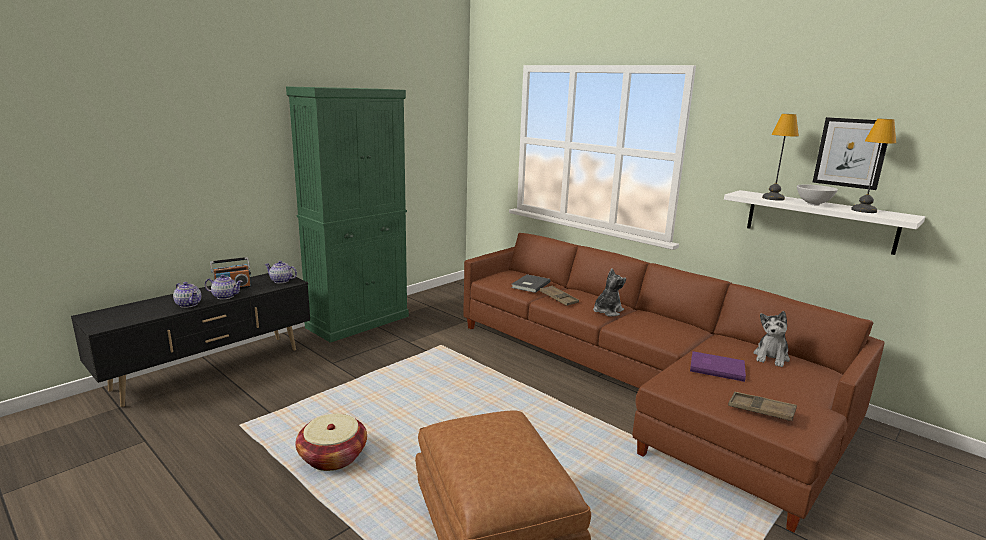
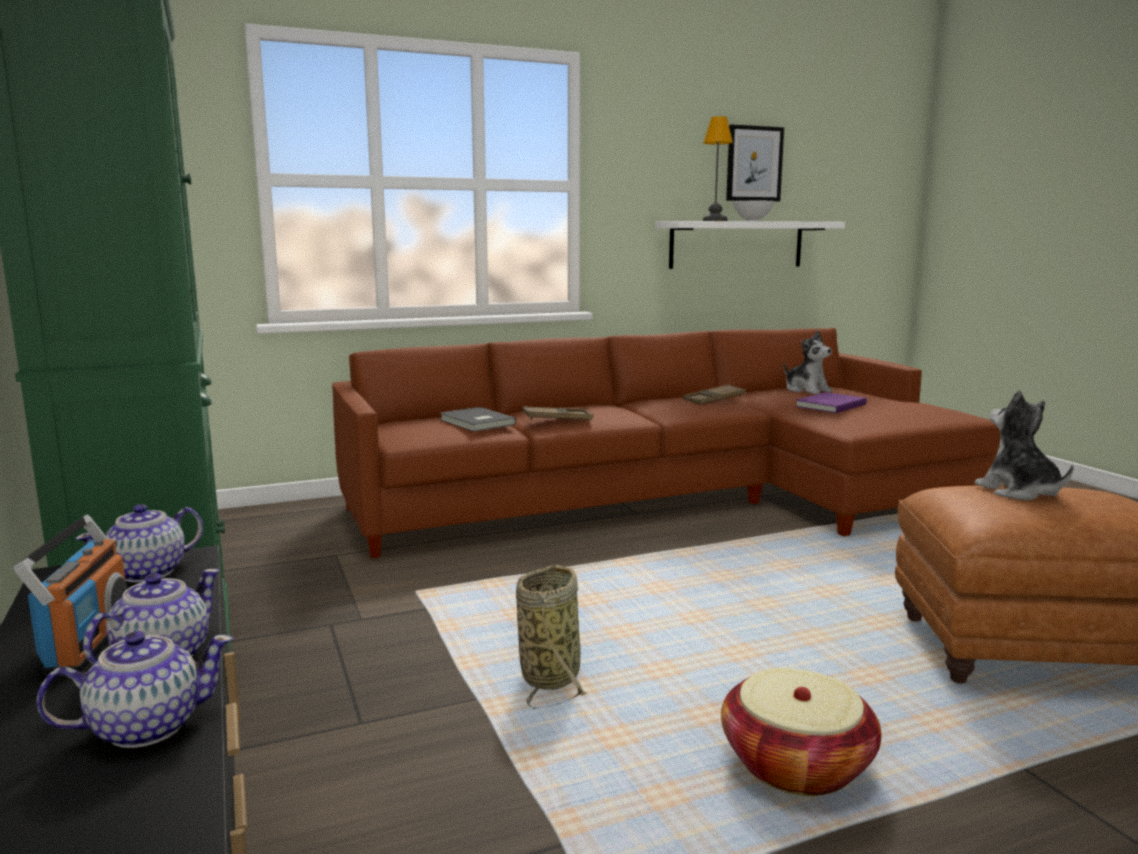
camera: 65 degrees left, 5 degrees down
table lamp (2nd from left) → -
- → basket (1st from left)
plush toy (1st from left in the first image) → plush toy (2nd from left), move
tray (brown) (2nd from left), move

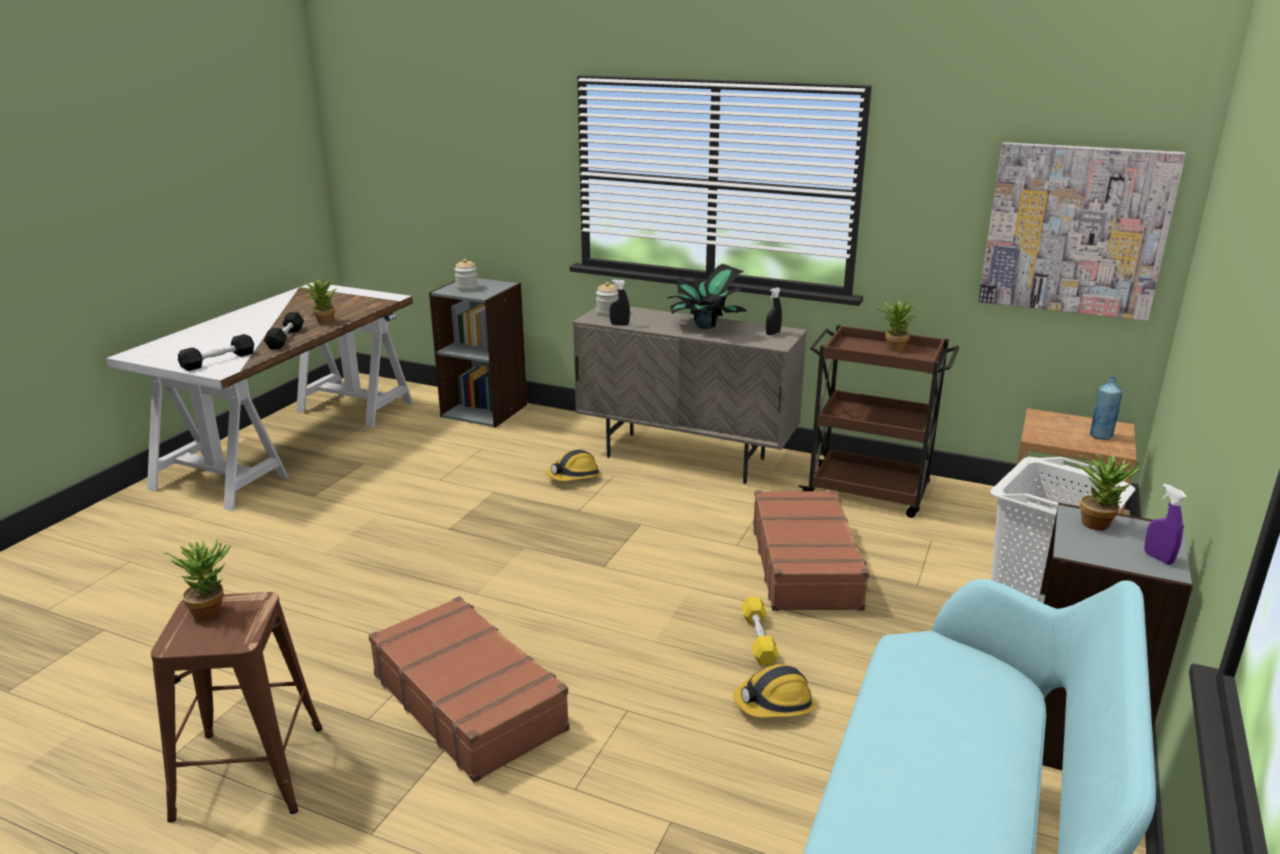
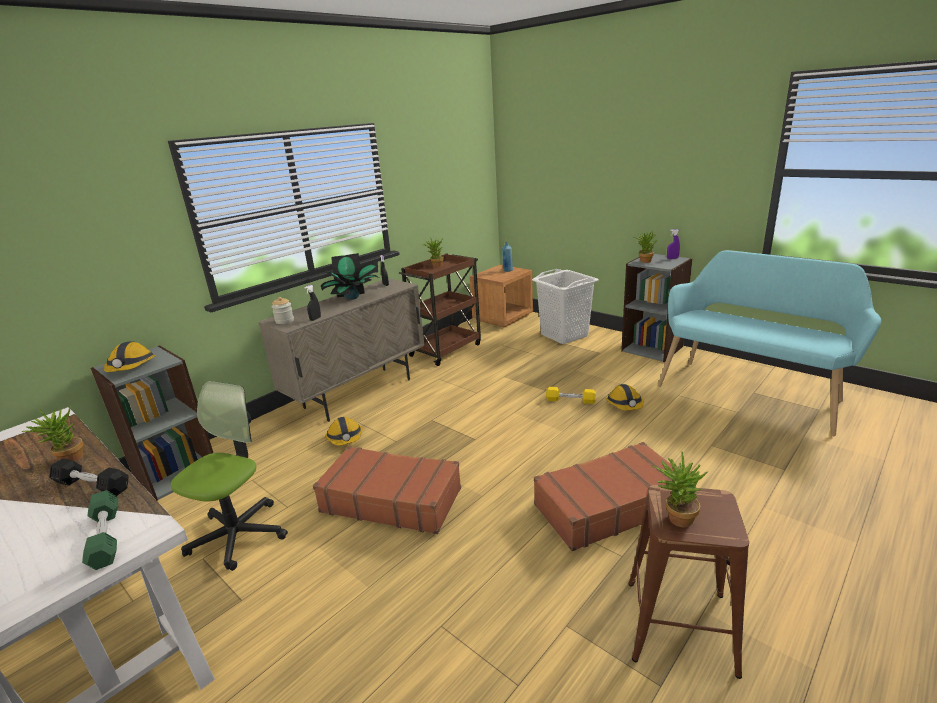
camera: 70 degrees left, 0 degrees up
picture → -
- → office chair
suitcase (brown) (2nd from left in the first image) → suitcase (brown) (1st from left), move
jar (1st from left) → hard hat (1st from left)
dumbbell (black) (1st from left) → dumbbell (green)

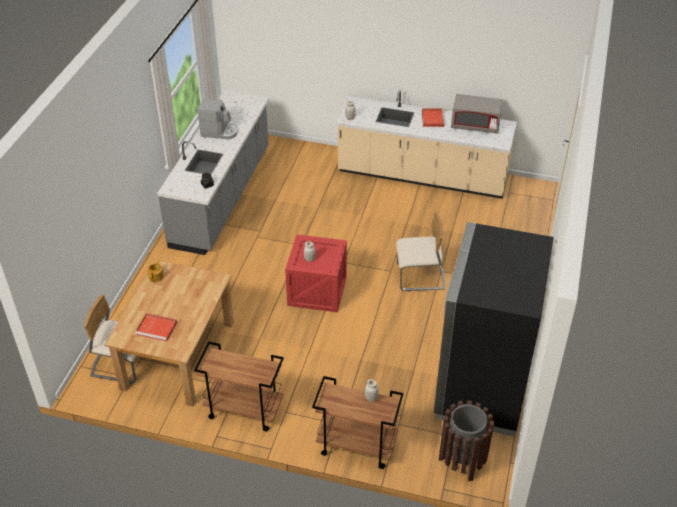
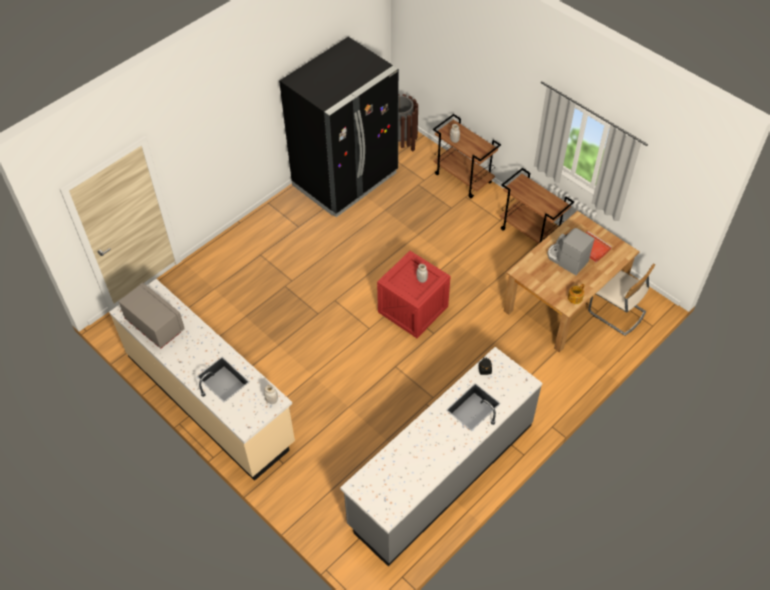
camera: 150 degrees left, 10 degrees up
chair (beige) (2nd from left) → -
tray (red) (2nd from left) → -
coffee machine, move

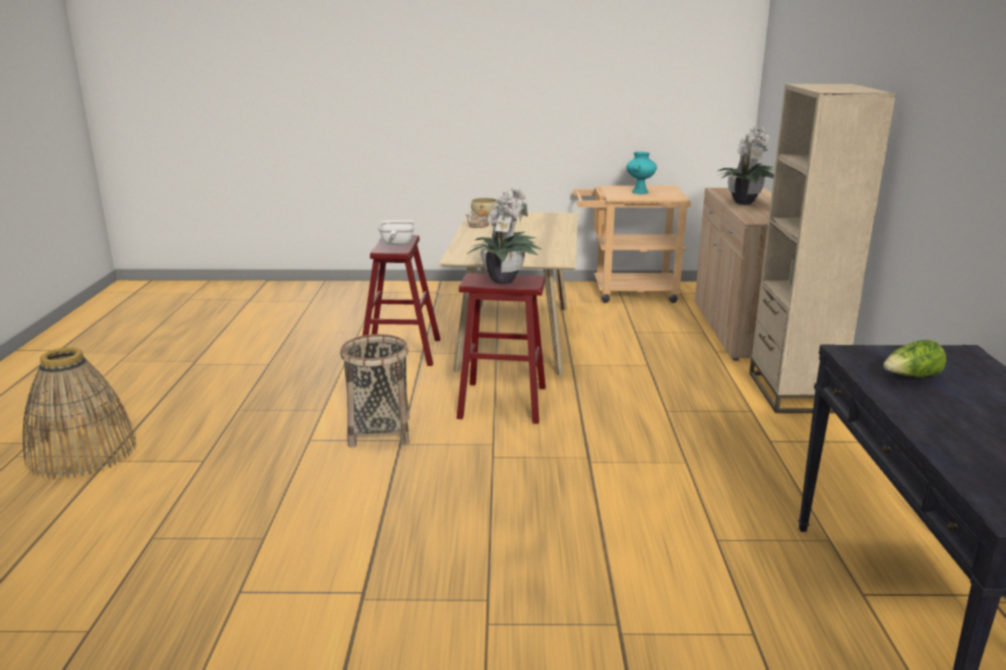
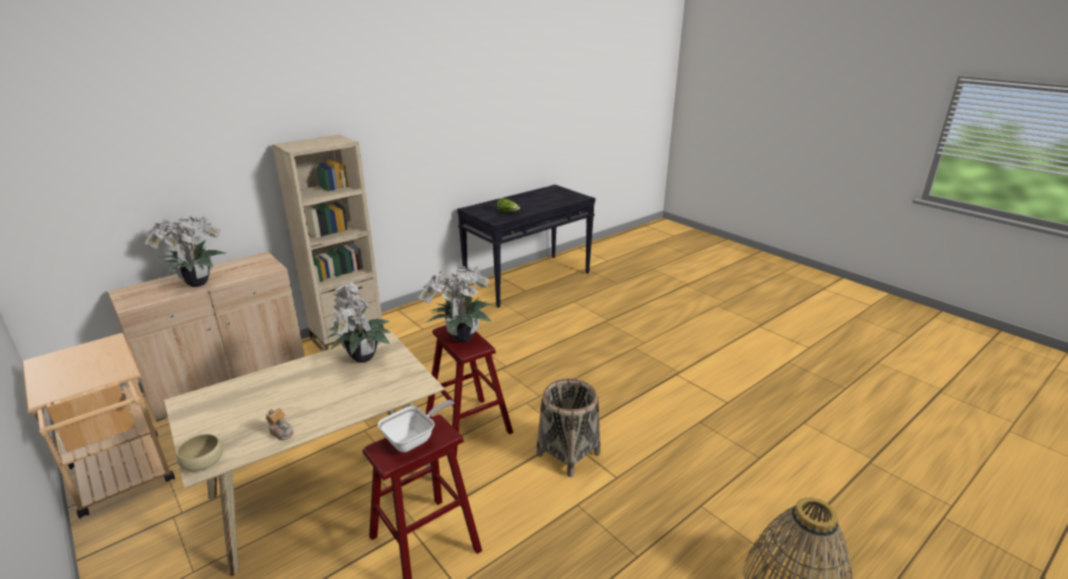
camera: 130 degrees left, 5 degrees up
vase (turquoise) → -
- → potted plant (2nd from left)

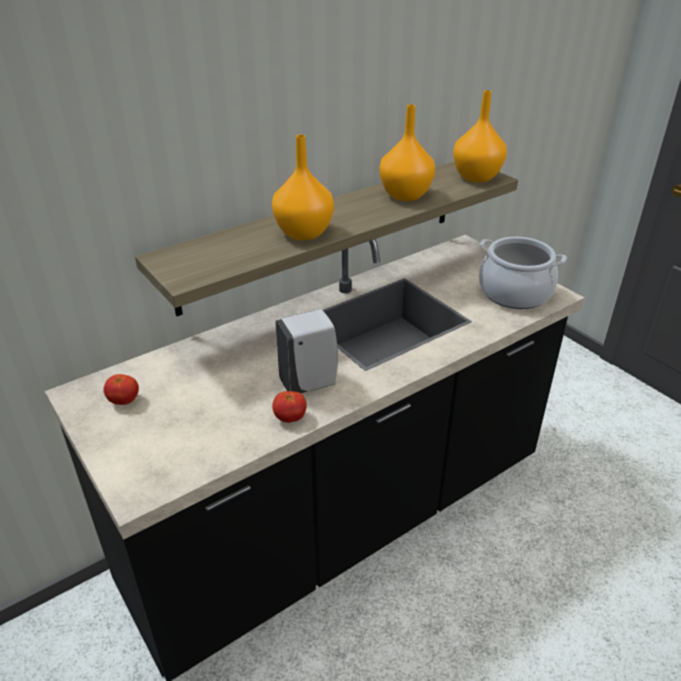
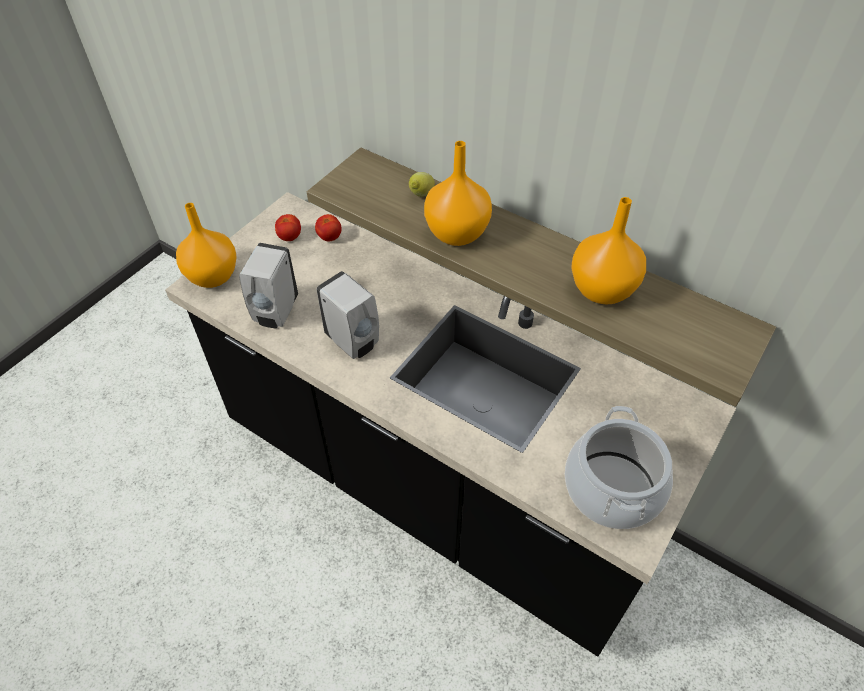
camera: 70 degrees right, 15 degrees up
- → soap dispenser (white) (1st from left)
- → lemon
tomato (2nd from left), move
vase (orange) (3rd from left in the first image) → vase (orange) (1st from left), move

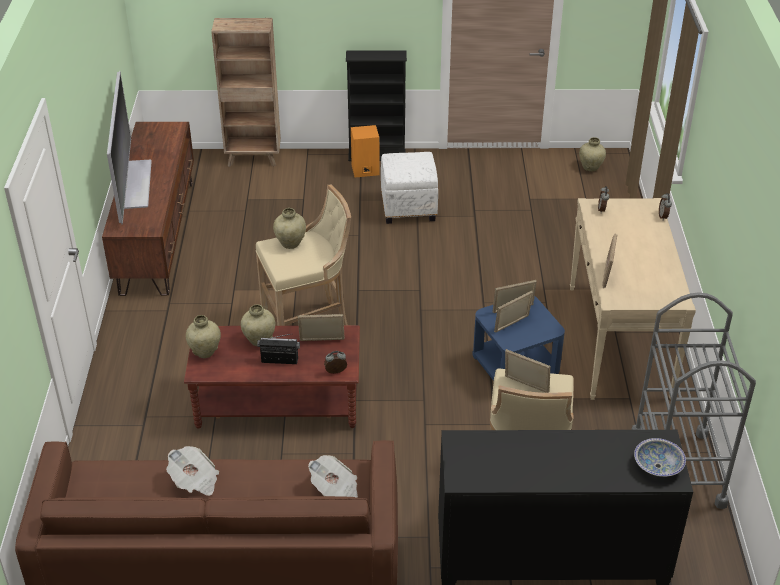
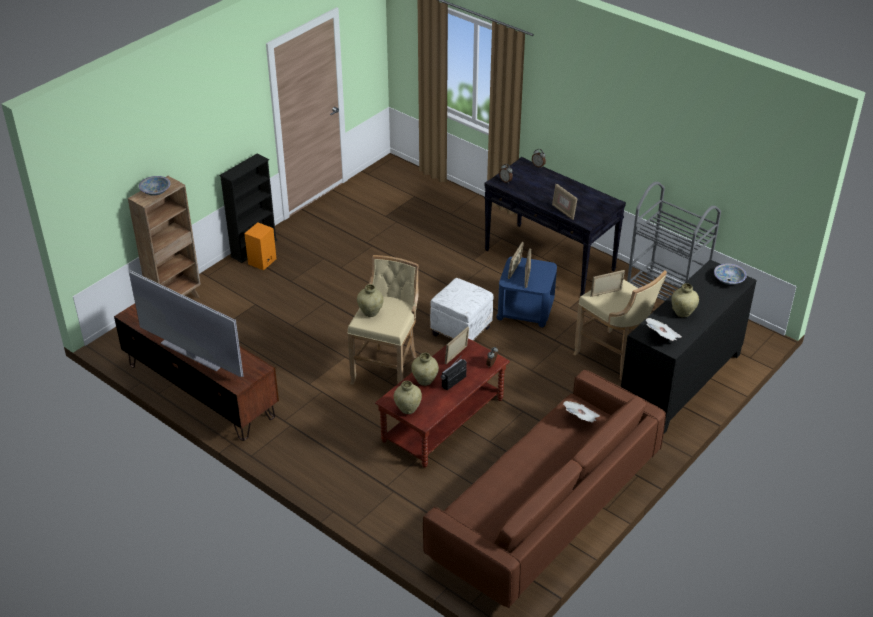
camera: 50 degrees left, 0 degrees up
- → bowl (1st from left)
newspaper (1st from left in the first image) → newspaper (2nd from left), move
ottoman (white), move
vase (beige) (4th from left), move
console table (beige) → console table (black)

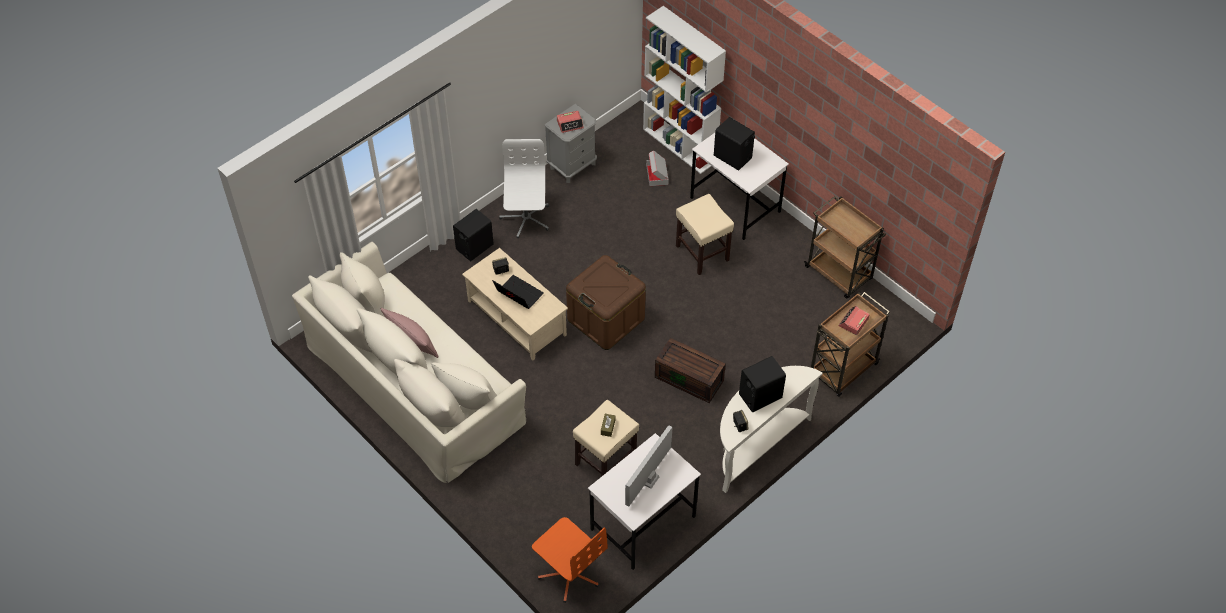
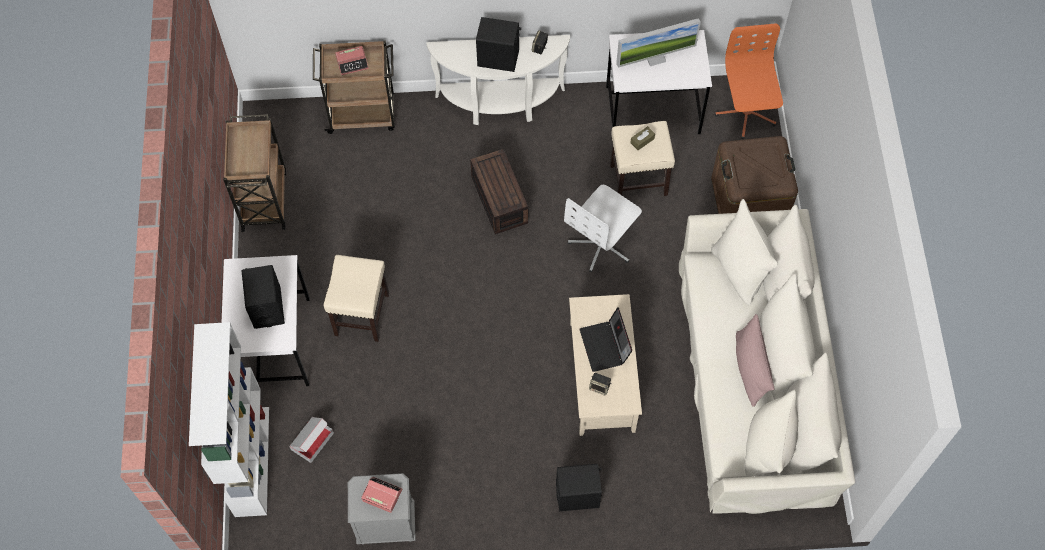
camera: 140 degrees left, 10 degrees up
office chair (white), move
storage box (brown) (1st from left in the first image) → storage box (brown) (2nd from left), move

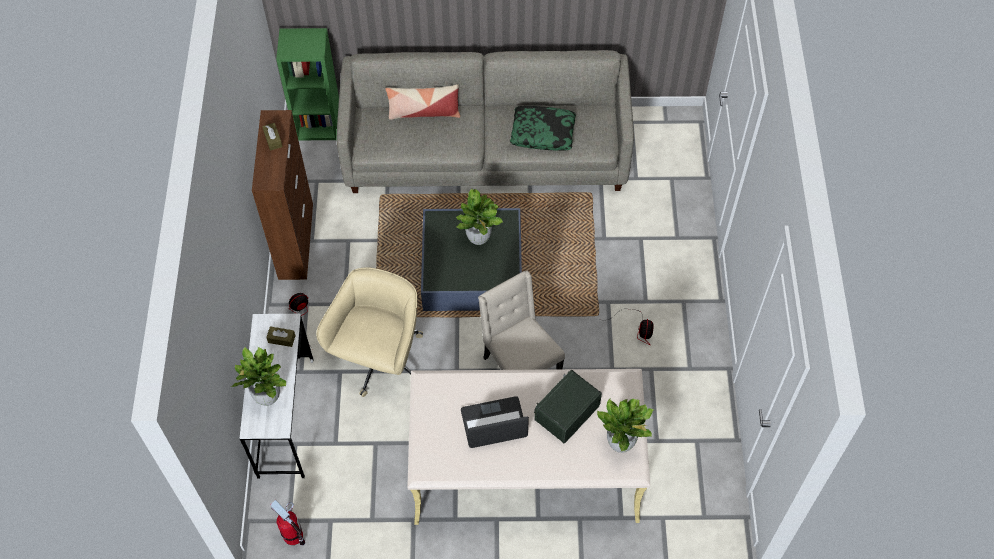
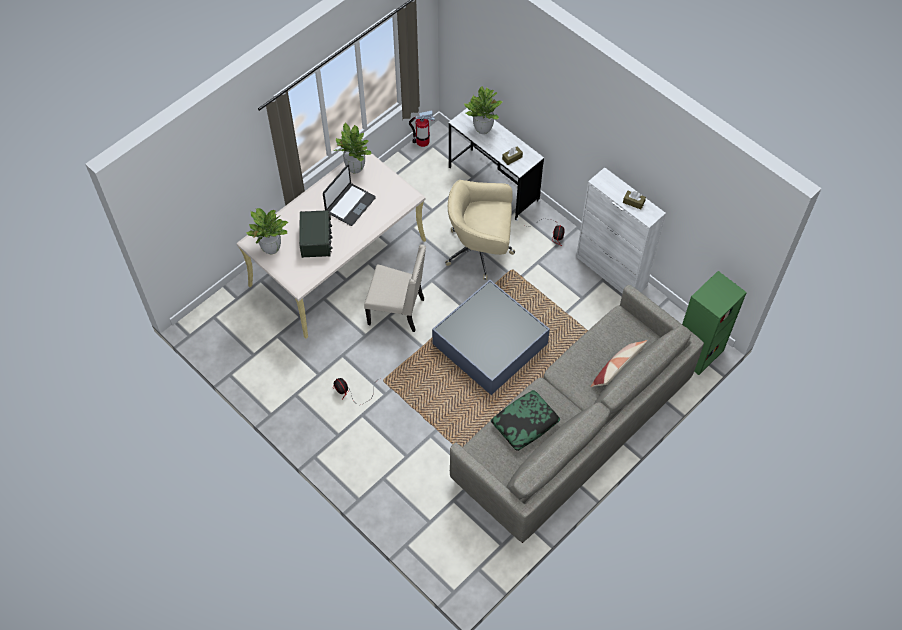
camera: 135 degrees right, 0 degrees up
potted plant (2nd from left), move
cabinet (brown) → cabinet (white)
office chair (beige), 120 degrees clockwise

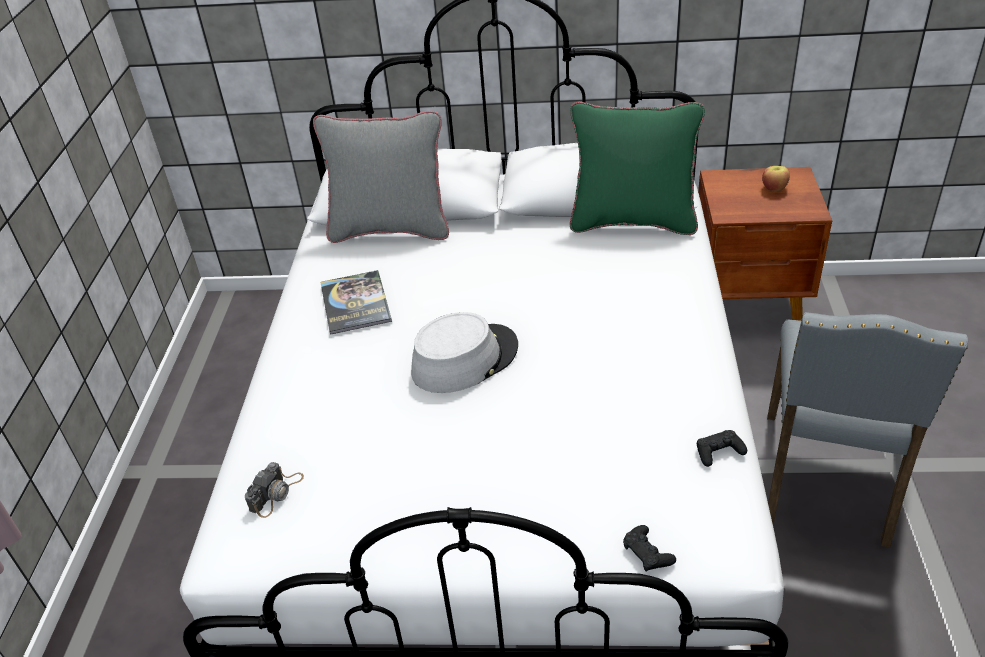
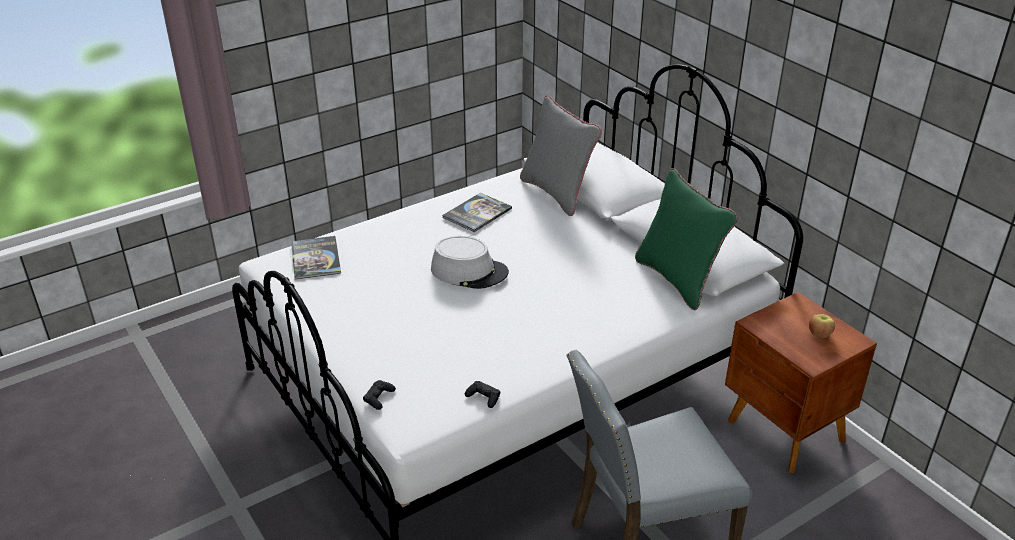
camera: 50 degrees right, 5 degrees down
photo camera → book (1st from left)

